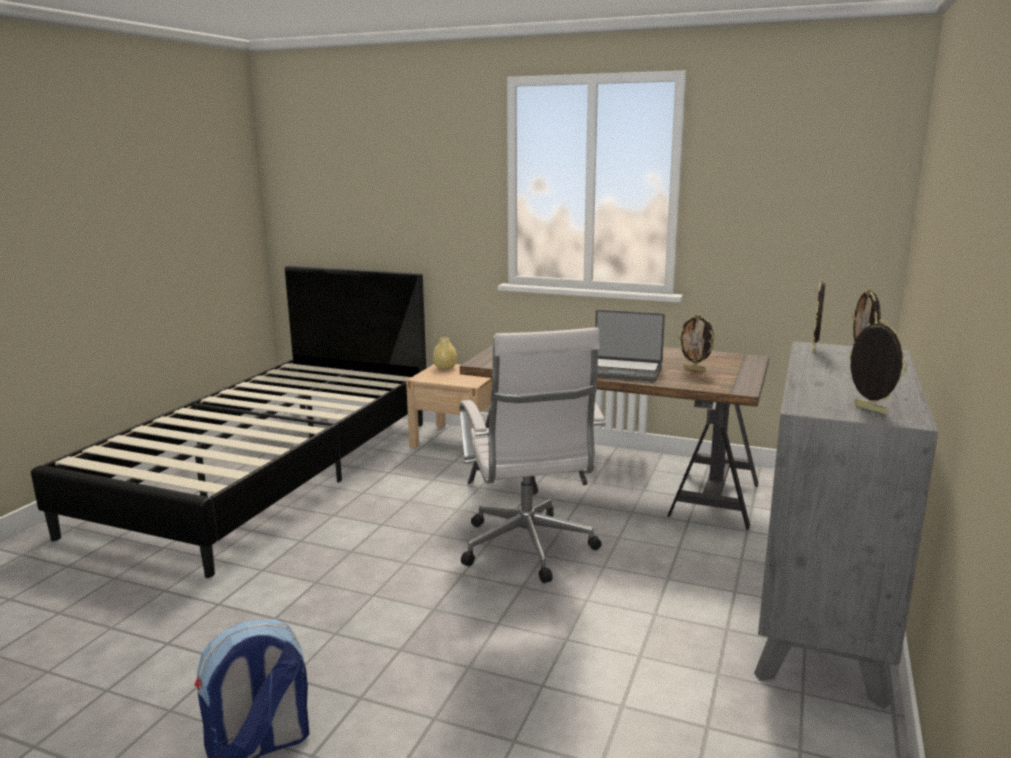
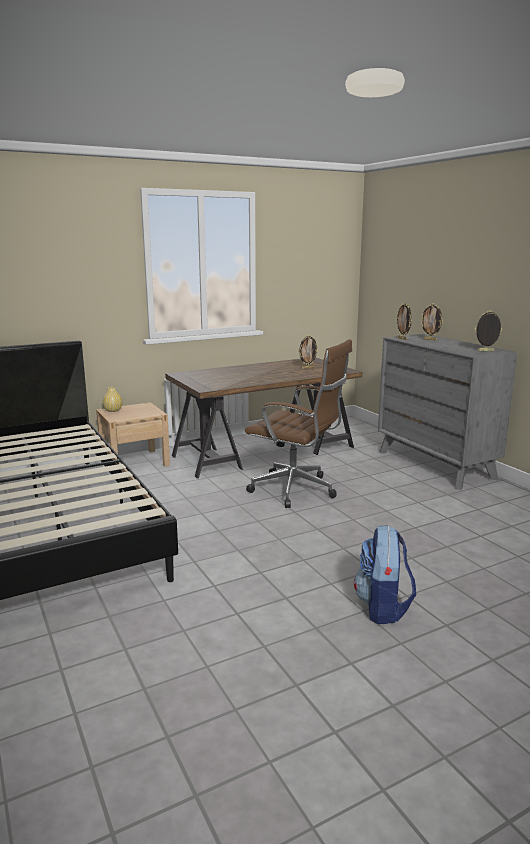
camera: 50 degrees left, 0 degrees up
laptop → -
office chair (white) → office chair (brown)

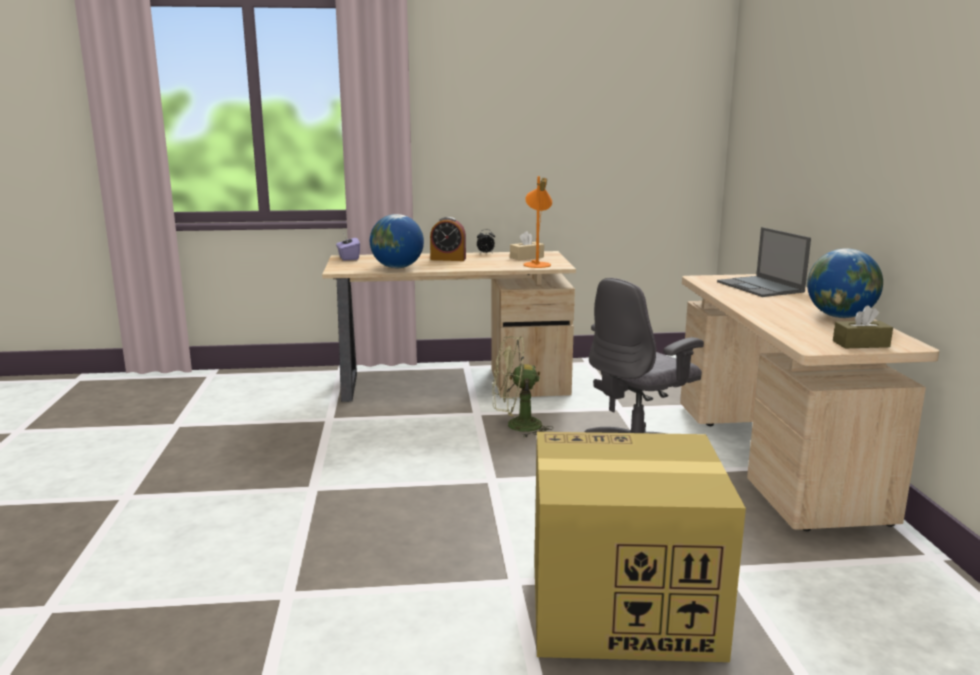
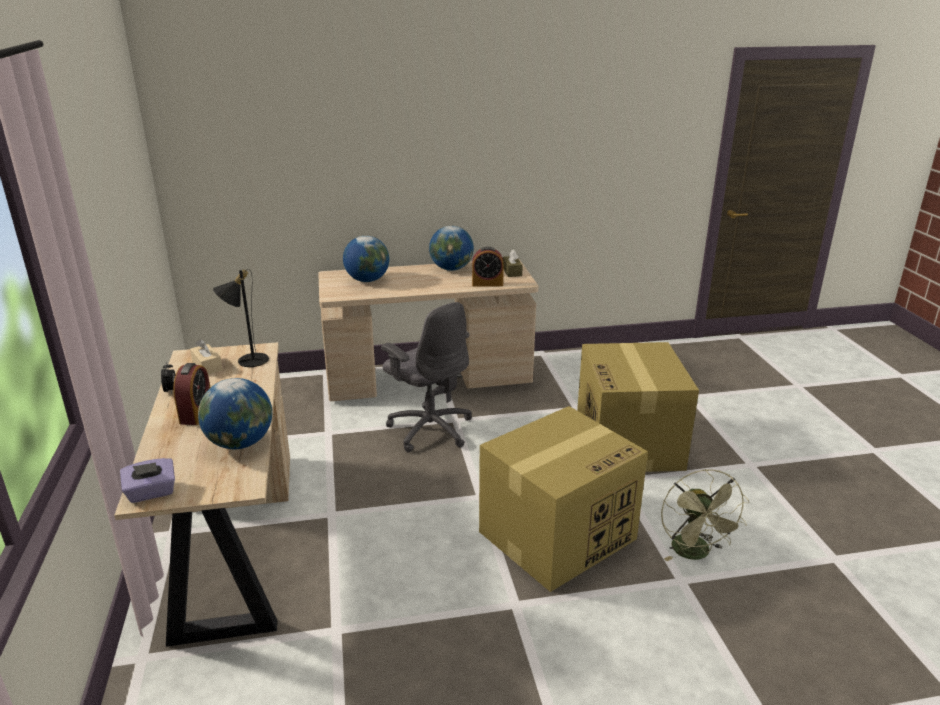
camera: 95 degrees left, 10 degrees up
- → alarm clock (3rd from left)
- → cardboard box (1st from left)
fan (green), move
laptop → globe (2nd from left)
table lamp (orange) → table lamp (black)

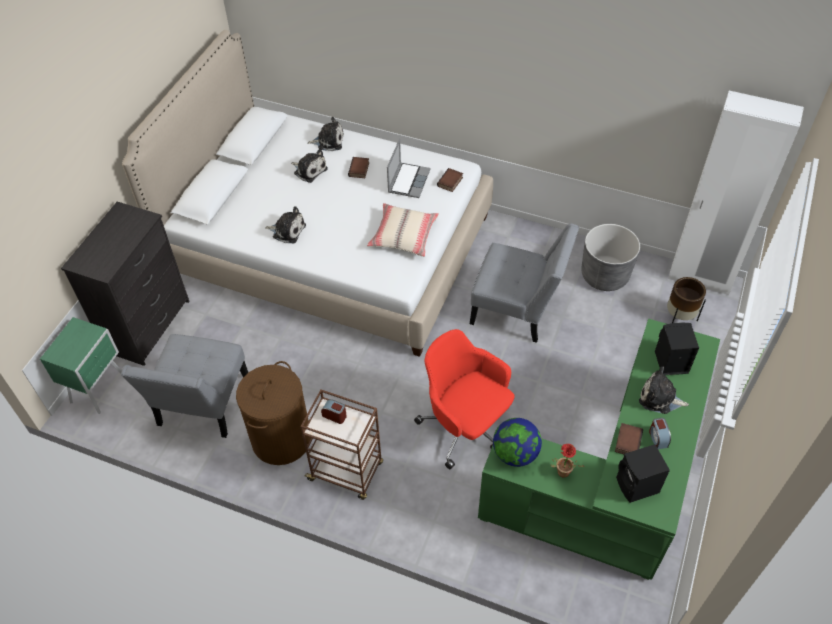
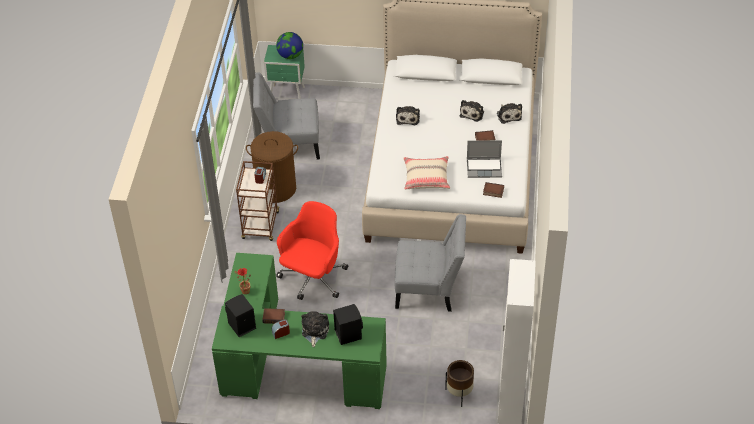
camera: 75 degrees right, 5 degrees down
dresser (black) → -
planter (grey) → -
globe, move
chair (grey) (2nd from left), 90 degrees counterclockwise

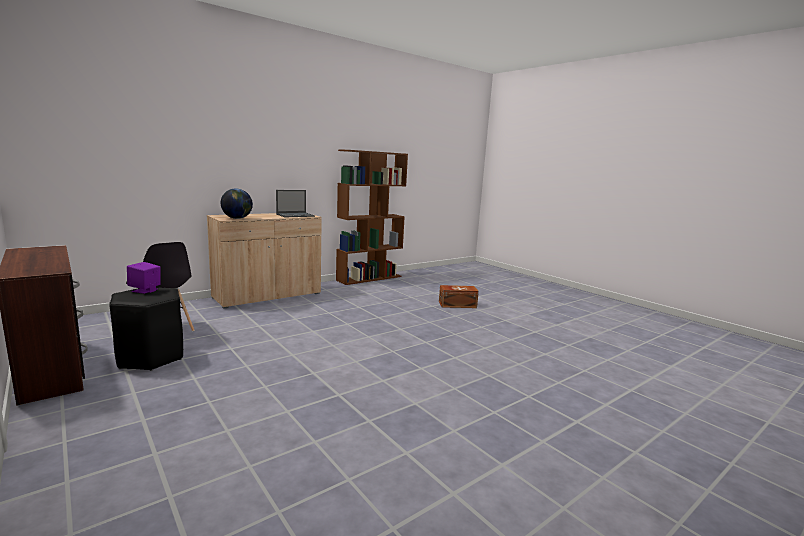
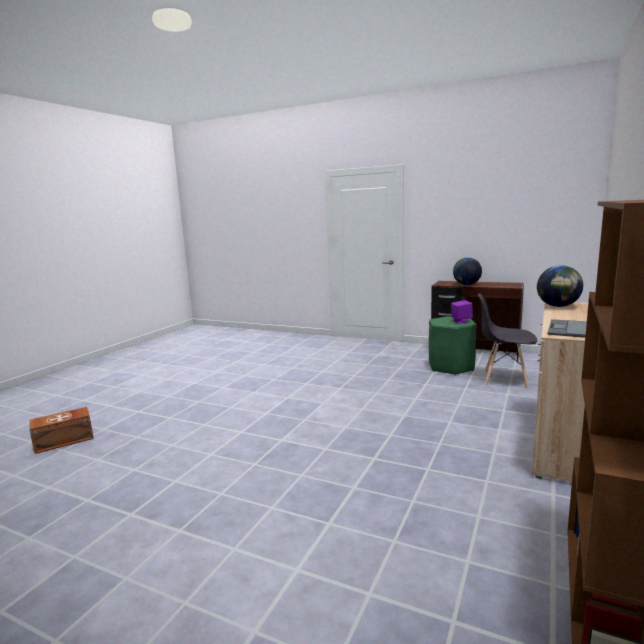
camera: 155 degrees right, 0 degrees up
- → globe (1st from left)
storage box (brown), move
stool (black) → stool (green)

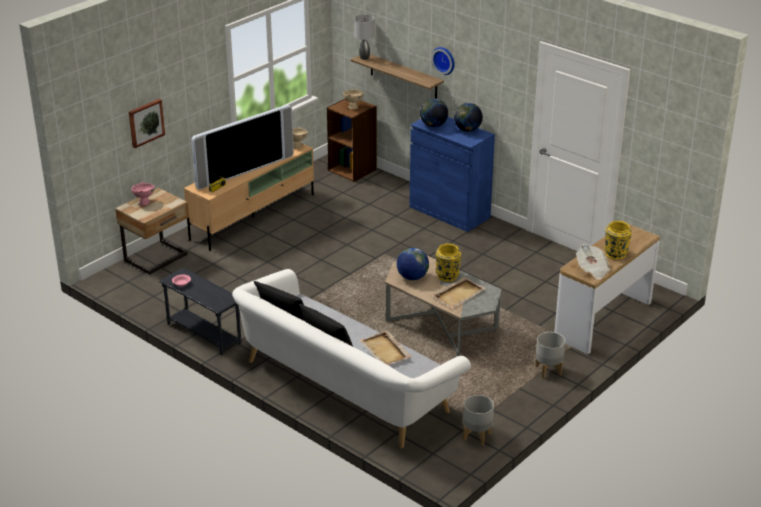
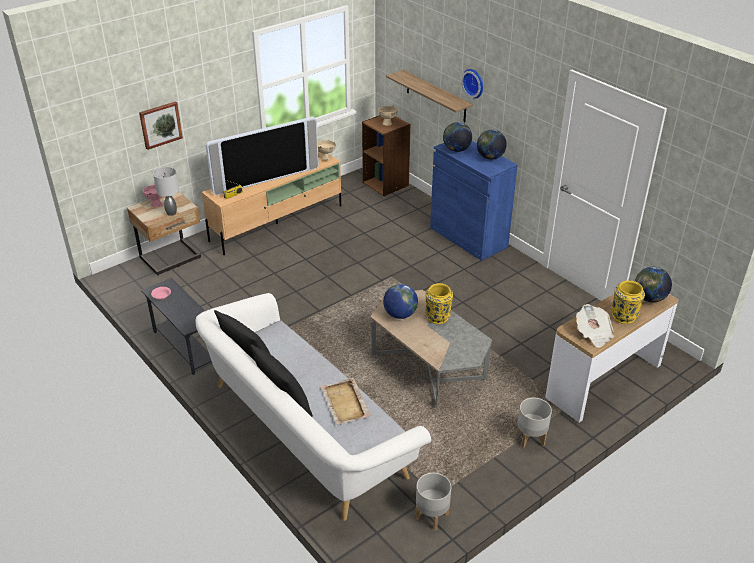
camera: 10 degrees right, 5 degrees up
tray (beige) (2nd from left) → -
- → globe (4th from left)
table lamp (grey), move

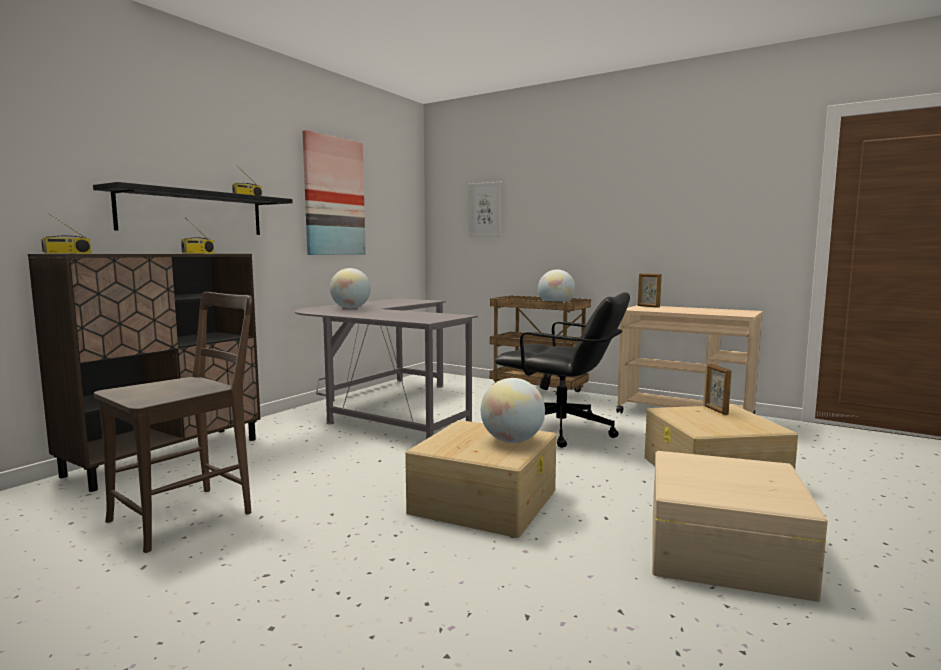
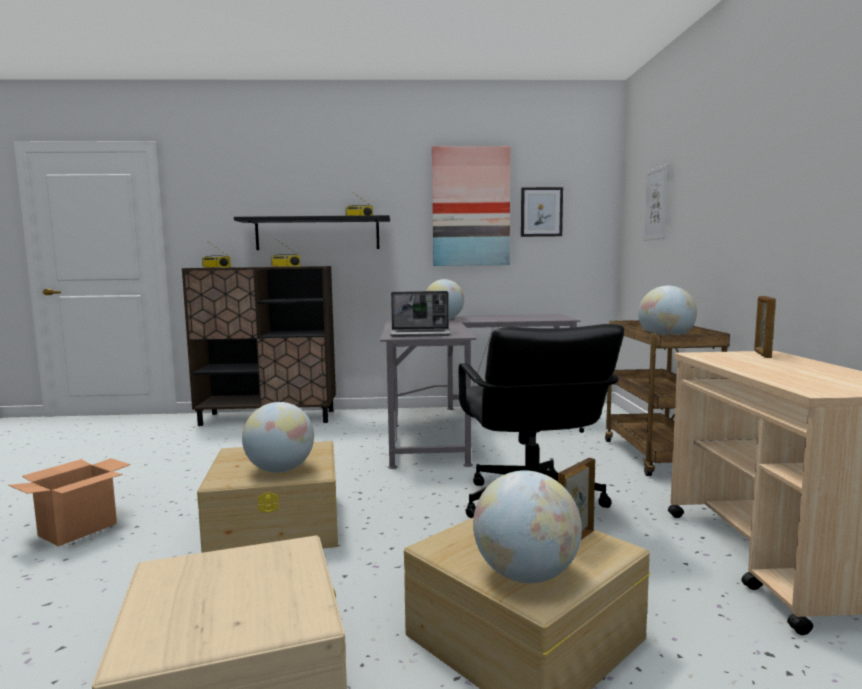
camera: 55 degrees right, 0 degrees up
chair (brown) → -
- → cardboard box
- → laptop
- → globe (3rd from left)
- → picture (2nd from left)

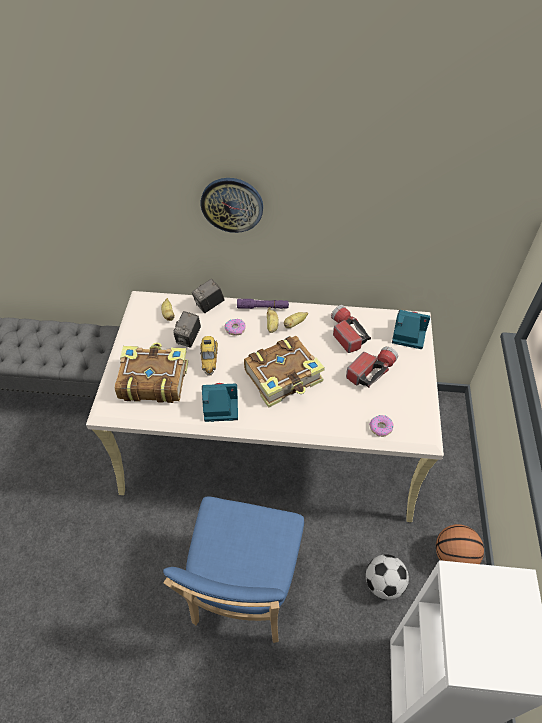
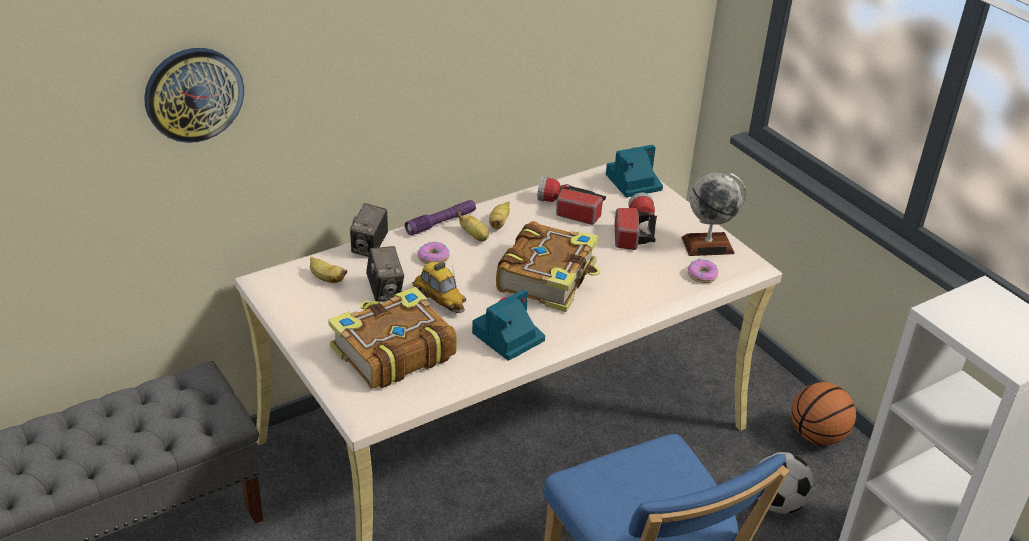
camera: 40 degrees left, 15 degrees down
- → globe
wall clock, move

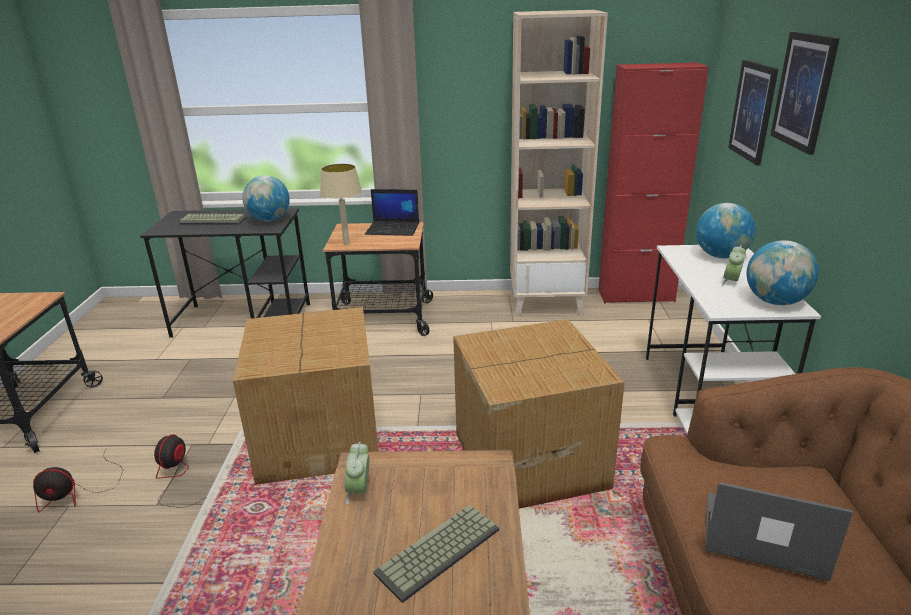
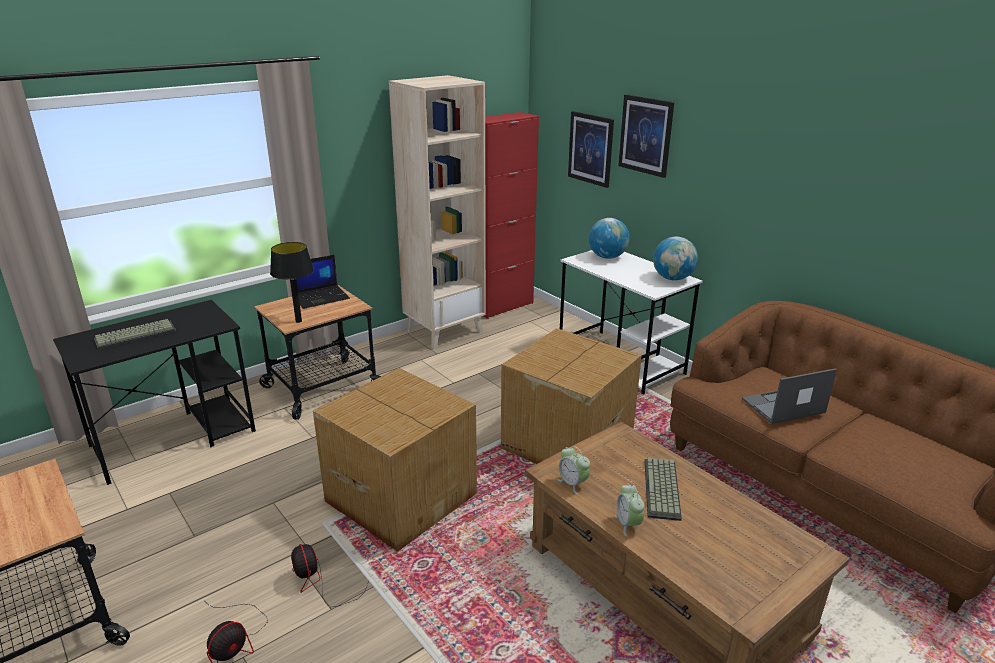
camera: 40 degrees left, 0 degrees up
globe (1st from left) → -
alarm clock (2nd from left), move
table lamp (beige) → table lamp (black)

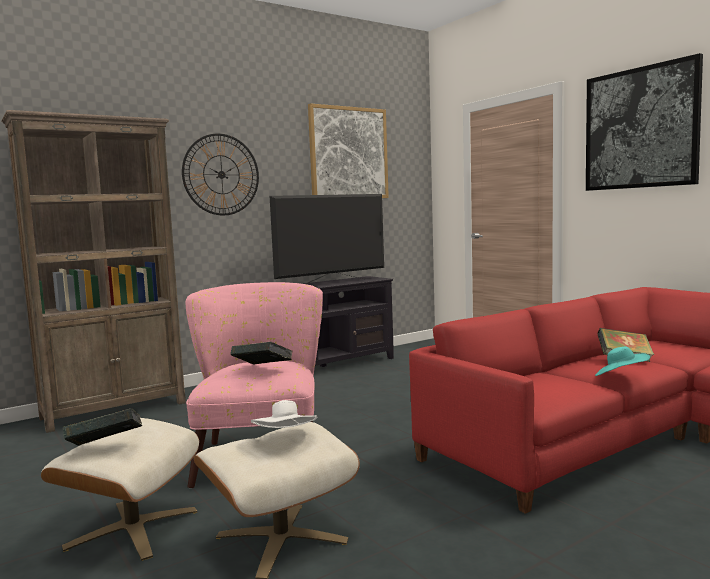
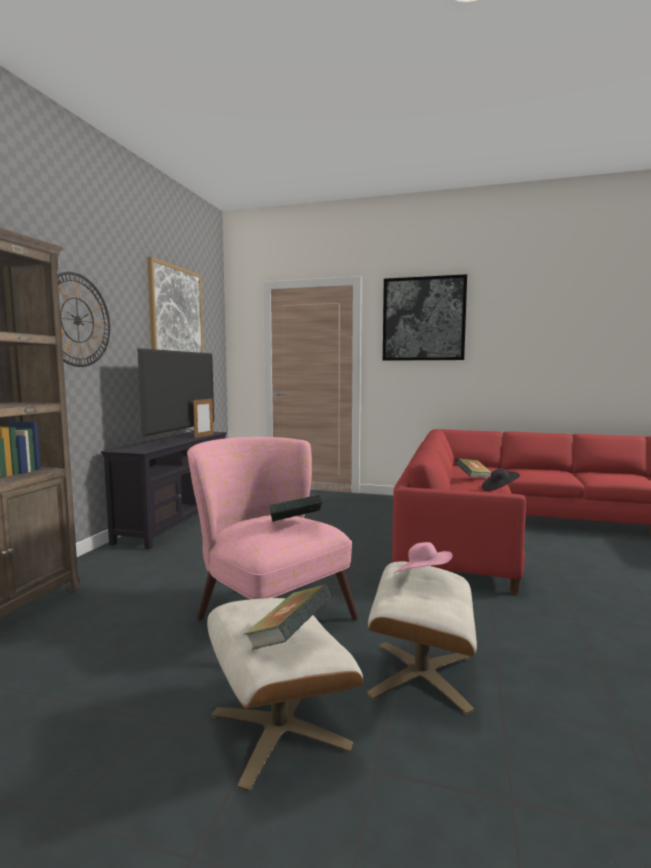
camera: 40 degrees left, 0 degrees up
- → picture frame
hat (white) → hat (pink)
hat (turquoise) → hat (black)

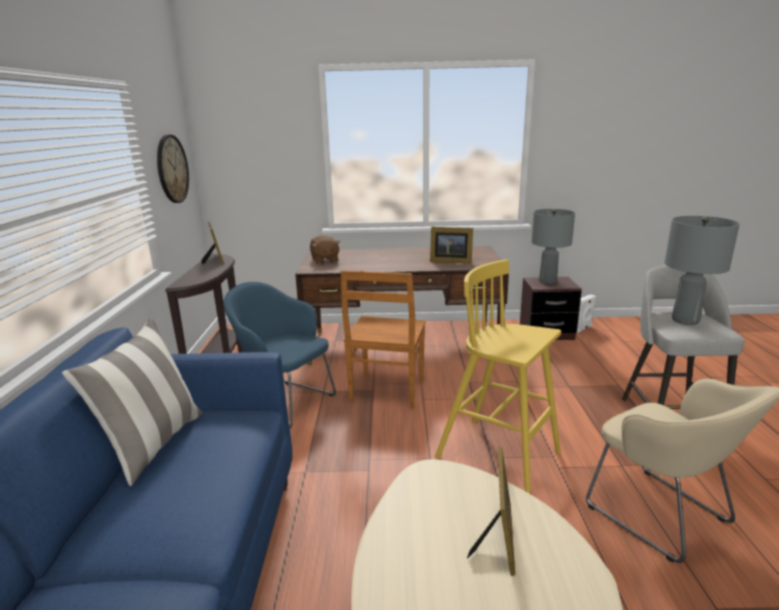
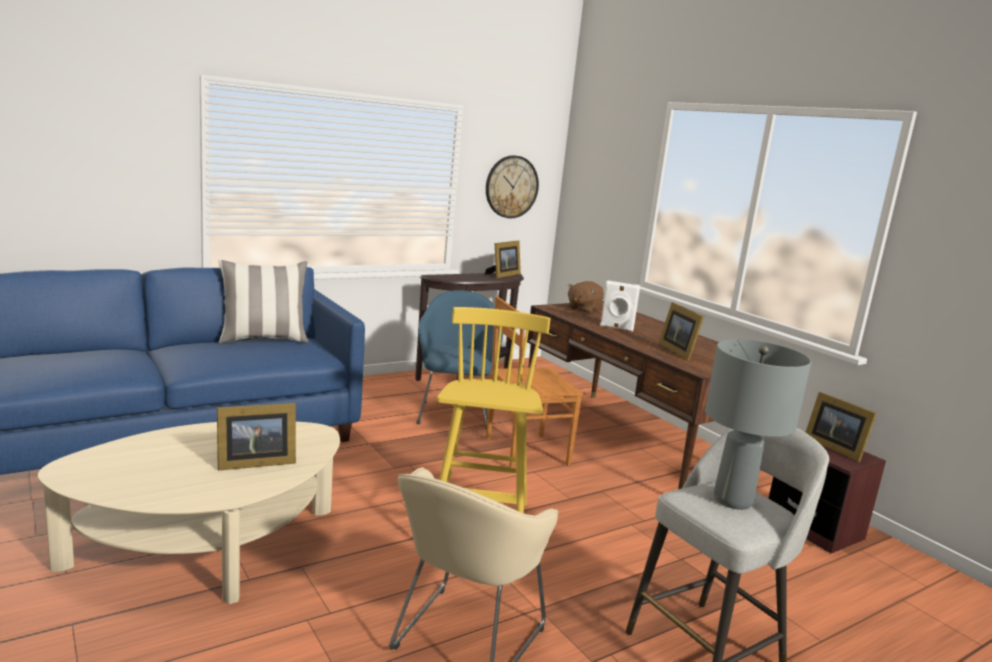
camera: 55 degrees right, 5 degrees down
speaker (white), move
table lamp (grey) (1st from left) → picture frame (4th from left)

